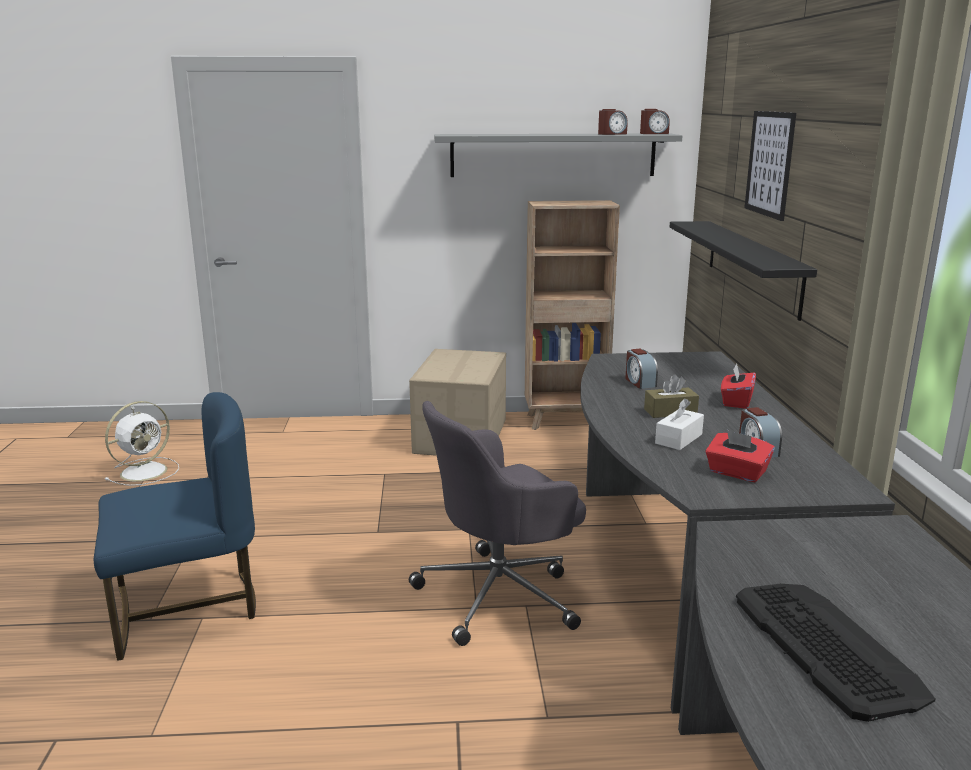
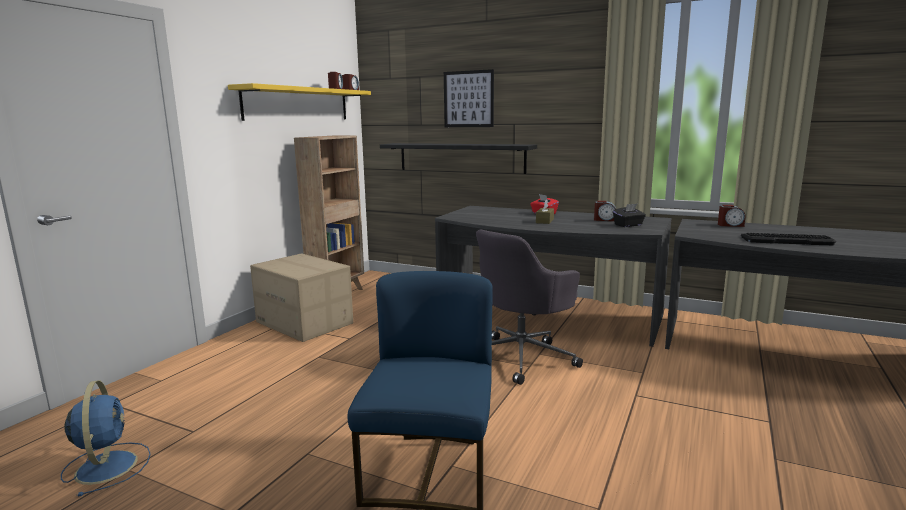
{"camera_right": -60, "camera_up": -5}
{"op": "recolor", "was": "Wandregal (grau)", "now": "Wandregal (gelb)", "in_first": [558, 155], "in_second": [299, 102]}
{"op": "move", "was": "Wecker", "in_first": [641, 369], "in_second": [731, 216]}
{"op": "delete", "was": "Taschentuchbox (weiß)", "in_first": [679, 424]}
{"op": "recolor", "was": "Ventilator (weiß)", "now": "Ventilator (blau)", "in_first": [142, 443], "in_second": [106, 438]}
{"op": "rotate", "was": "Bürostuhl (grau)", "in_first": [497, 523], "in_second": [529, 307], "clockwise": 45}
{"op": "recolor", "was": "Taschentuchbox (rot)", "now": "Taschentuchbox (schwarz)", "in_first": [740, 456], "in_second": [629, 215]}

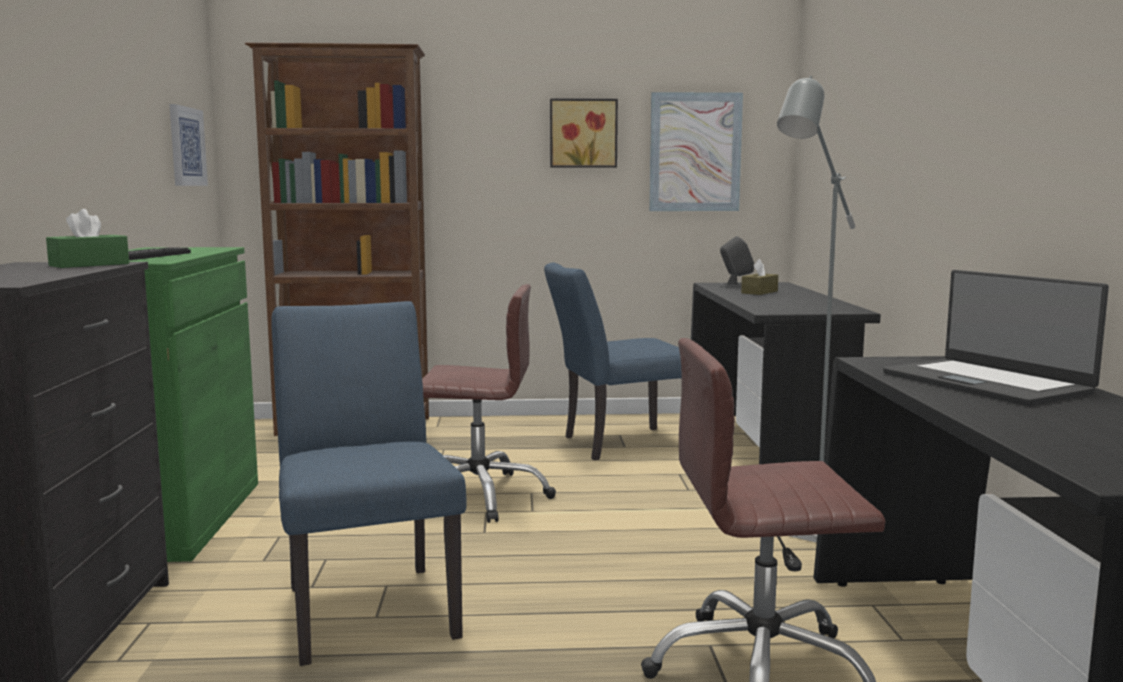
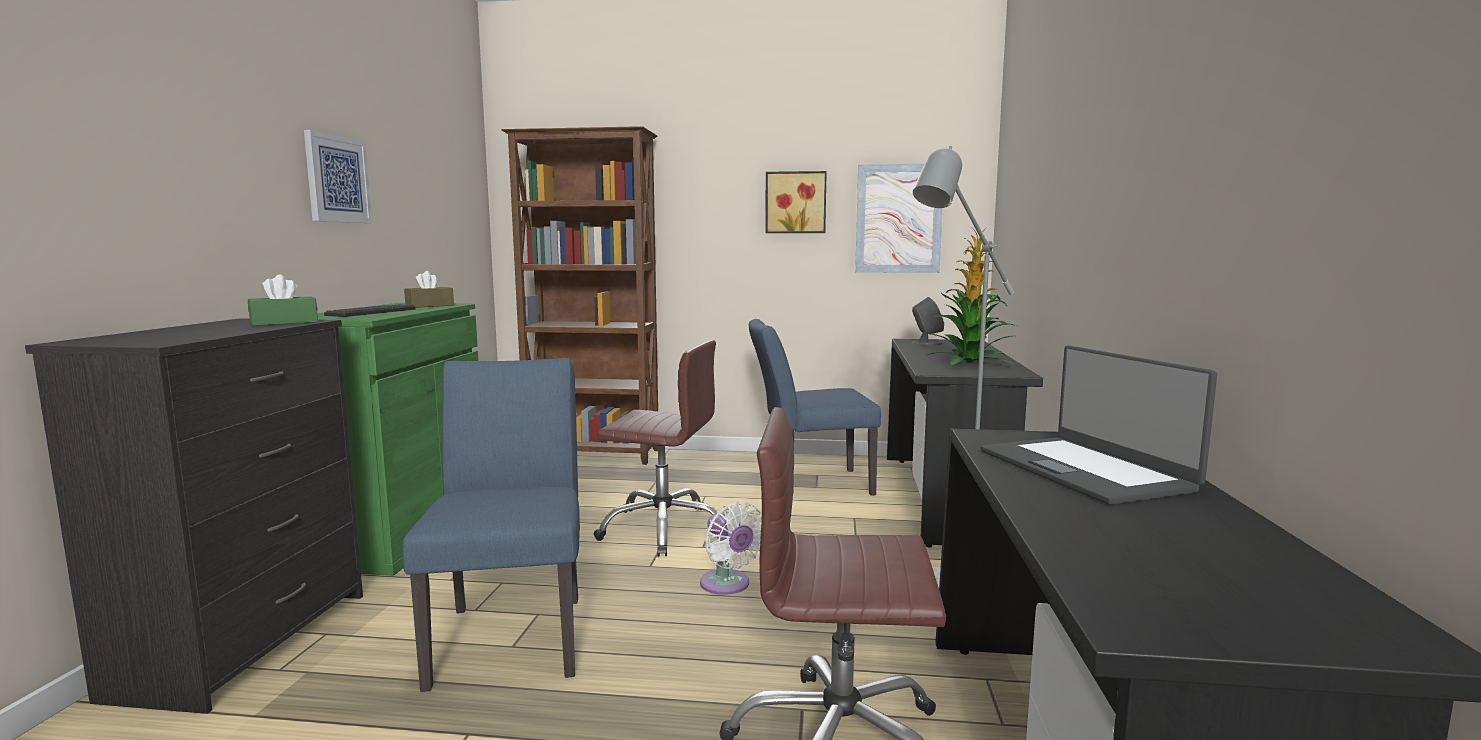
{"camera_right": 10, "camera_up": 0}
{"op": "move", "was": "Bild", "in_first": [188, 145], "in_second": [338, 176]}
{"op": "move", "was": "Taschentuchbox (braun)", "in_first": [759, 277], "in_second": [429, 289]}
{"op": "insert", "now": "Topfpflanze", "in_second": [973, 296]}
{"op": "insert", "now": "Ventilator (weiß)", "in_second": [731, 548]}

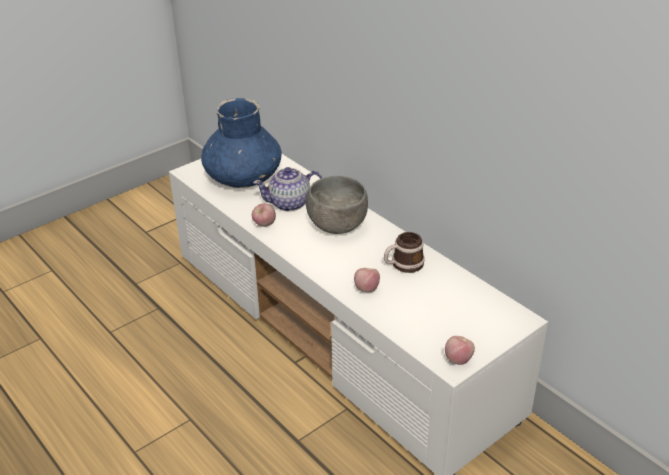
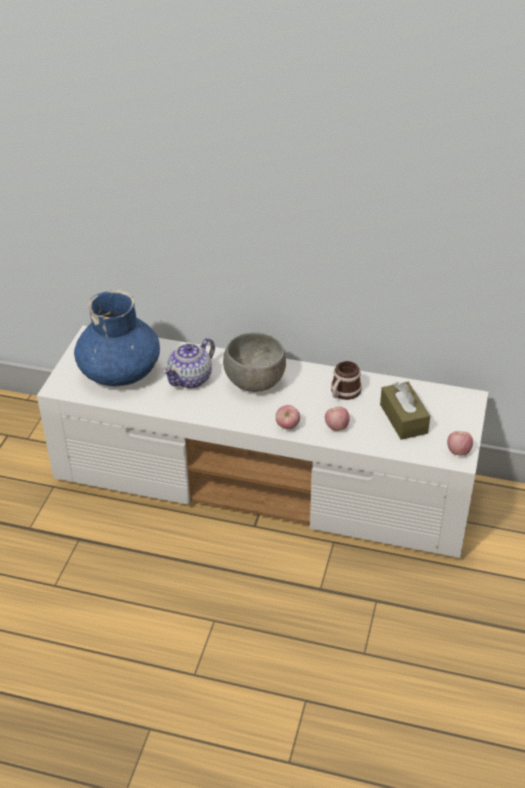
{"camera_right": -35, "camera_up": 5}
{"op": "move", "was": "Apfel", "in_first": [264, 215], "in_second": [288, 417]}
{"op": "insert", "now": "Taschentuchbox (braun)", "in_second": [405, 411]}

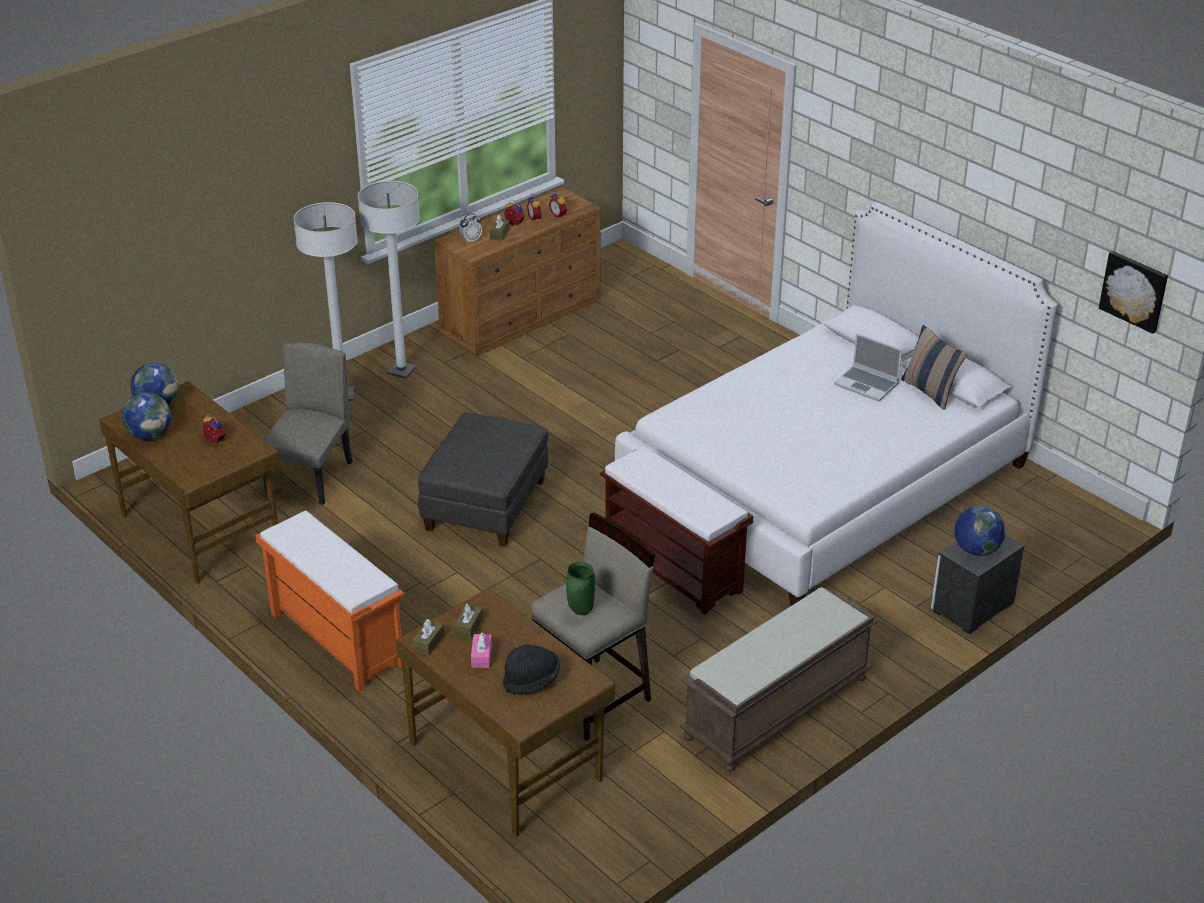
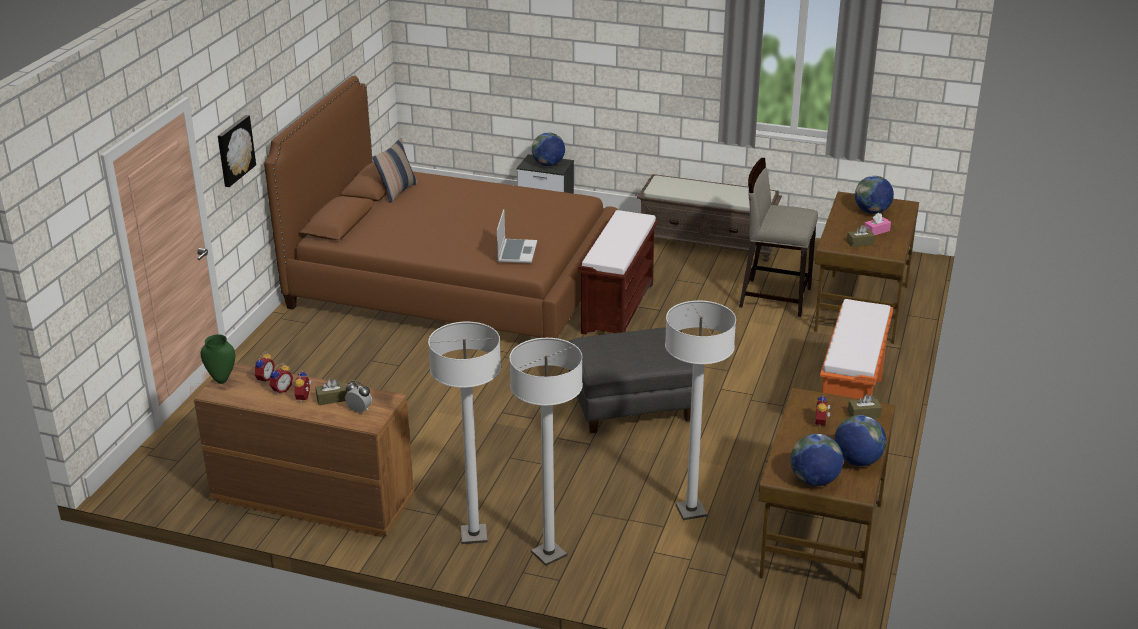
{"camera_right": -120, "camera_up": -5}
{"op": "recolor", "was": "Bett (weiß)", "now": "Bett (braun)", "in_first": [836, 404], "in_second": [441, 207]}
{"op": "move", "was": "Bild", "in_first": [1133, 292], "in_second": [237, 151]}
{"op": "move", "was": "Laptop", "in_first": [868, 367], "in_second": [517, 236]}
{"op": "replace", "was": "Stuhl (beige)", "now": "Stehlampe (weiß)", "in_first": [308, 423], "in_second": [700, 410]}
{"op": "move", "was": "Vase (grün)", "in_first": [580, 588], "in_second": [218, 359]}
{"op": "move", "was": "Taschentuchbox (braun)", "in_first": [428, 637], "in_second": [865, 406]}
{"op": "replace", "was": "Hut (schwarz)", "now": "Globus", "in_first": [531, 670], "in_second": [874, 195]}

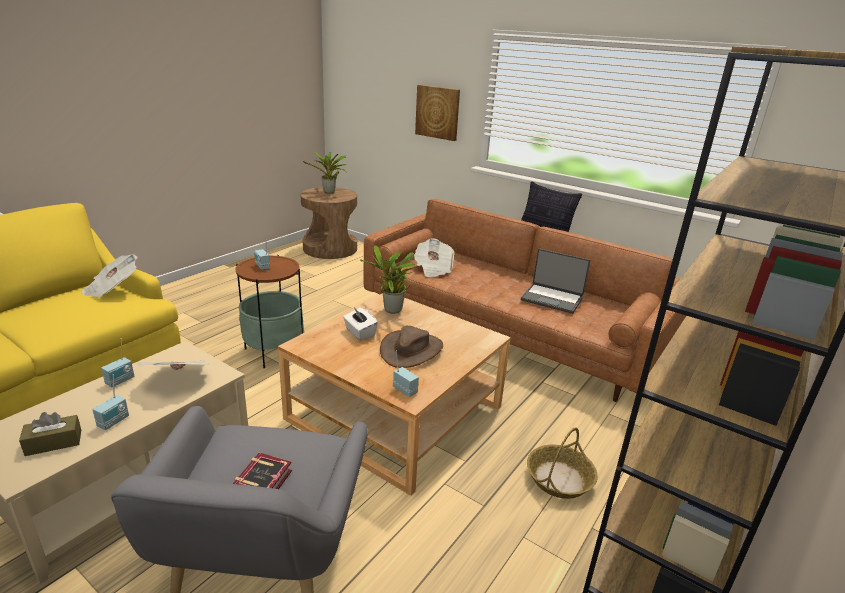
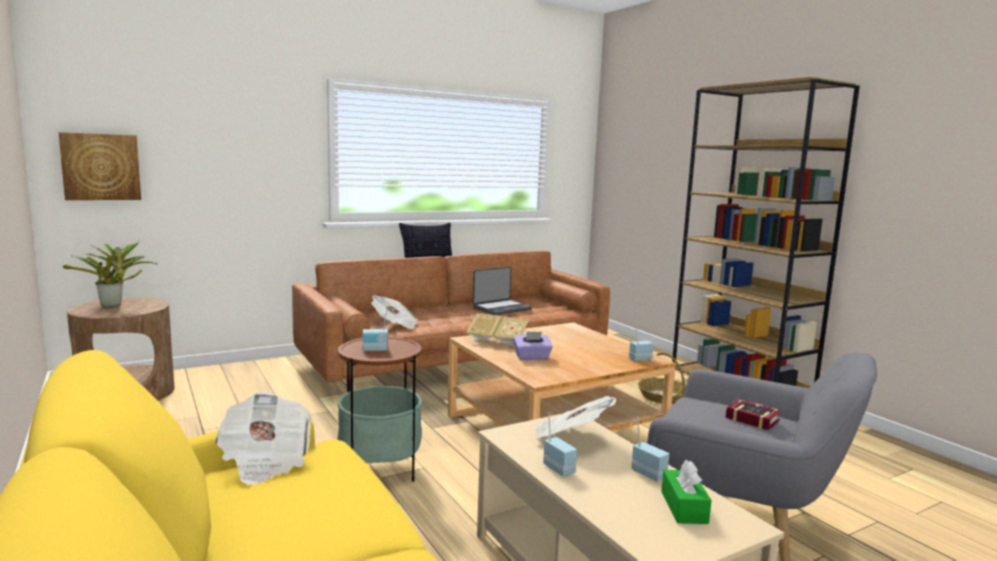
{"camera_right": -65, "camera_up": -15}
{"op": "move", "was": "Bild", "in_first": [437, 113], "in_second": [99, 166]}
{"op": "replace", "was": "Topfpflanze", "now": "Buch", "in_first": [391, 280], "in_second": [497, 330]}
{"op": "recolor", "was": "Taschentuchbox (weiß)", "now": "Taschentuchbox (lila)", "in_first": [360, 324], "in_second": [533, 345]}
{"op": "delete", "was": "Hut (braun)", "in_first": [411, 347]}
{"op": "recolor", "was": "Taschentuchbox (braun)", "now": "Taschentuchbox (grün)", "in_first": [50, 434], "in_second": [686, 492]}

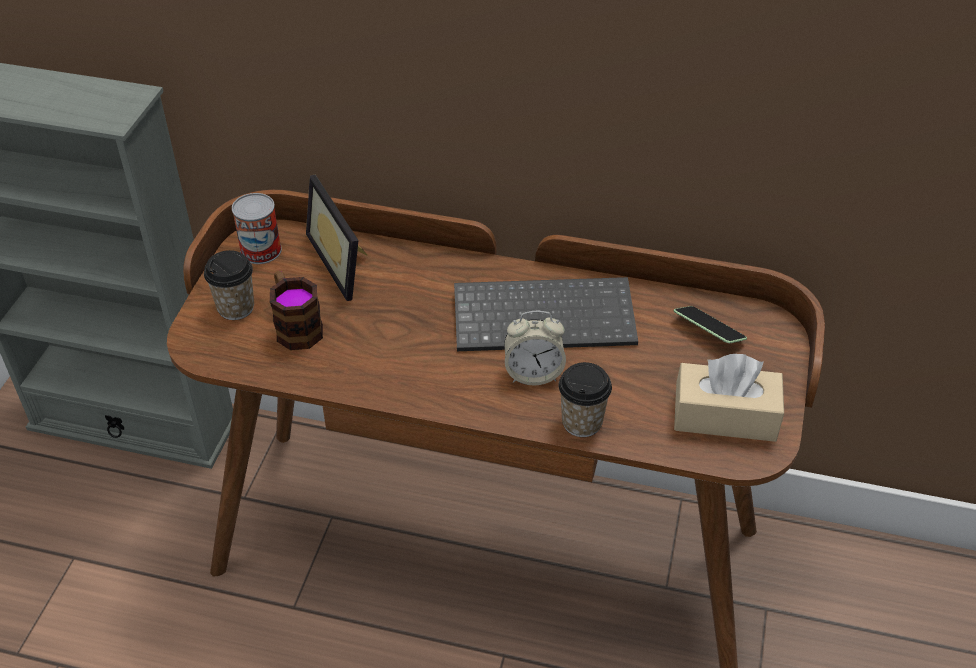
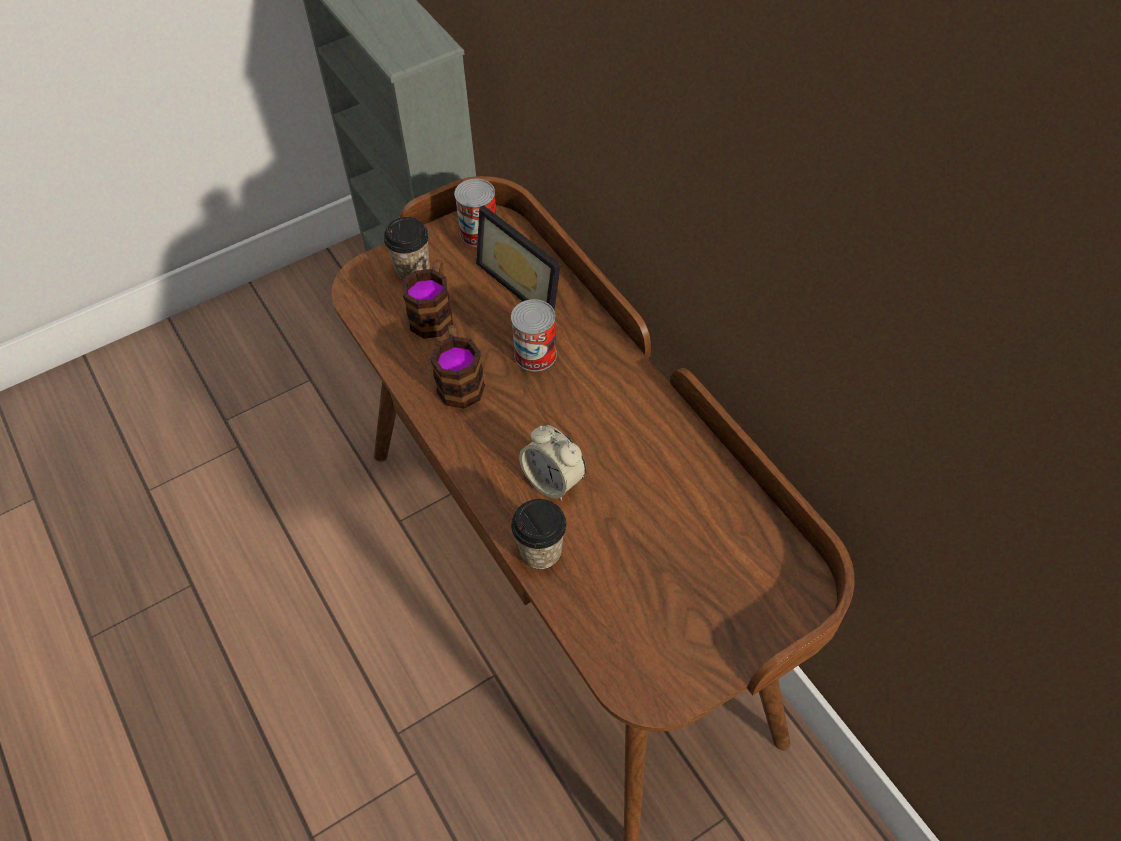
{"camera_right": 45, "camera_up": 10}
{"op": "rotate", "was": "Bilderrahmen", "in_first": [336, 238], "in_second": [518, 257], "clockwise": -60}
{"op": "delete", "was": "Tastatur", "in_first": [546, 314]}
{"op": "delete", "was": "Handy", "in_first": [710, 324]}
{"op": "delete", "was": "Taschentuchbox (beige)", "in_first": [729, 398]}
{"op": "insert", "now": "Dose", "in_second": [534, 335]}
{"op": "insert", "now": "Henkelbecher", "in_second": [457, 367]}

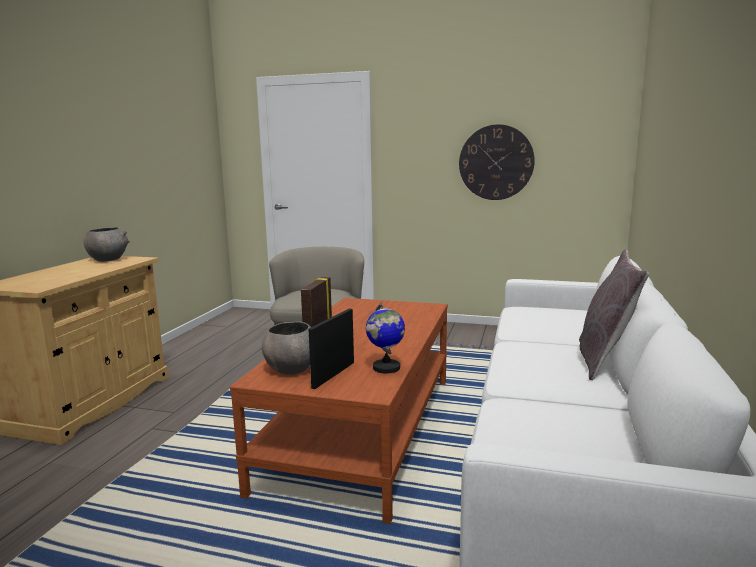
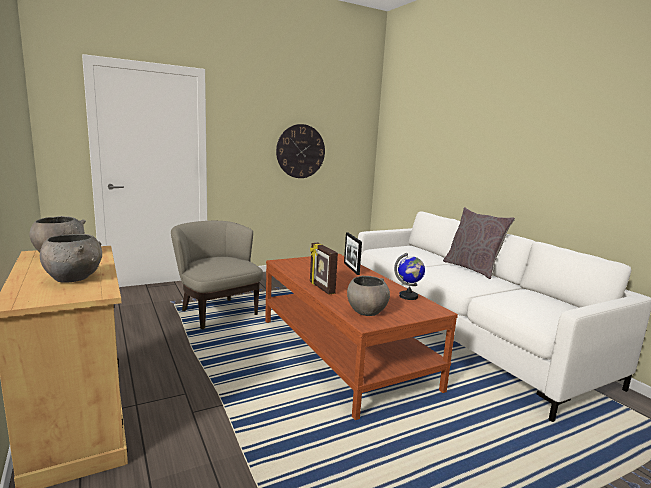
{"camera_right": -45, "camera_up": 0}
{"op": "move", "was": "Bilderrahmen", "in_first": [331, 349], "in_second": [353, 253]}
{"op": "insert", "now": "Schüssel (grau)", "in_second": [71, 258]}

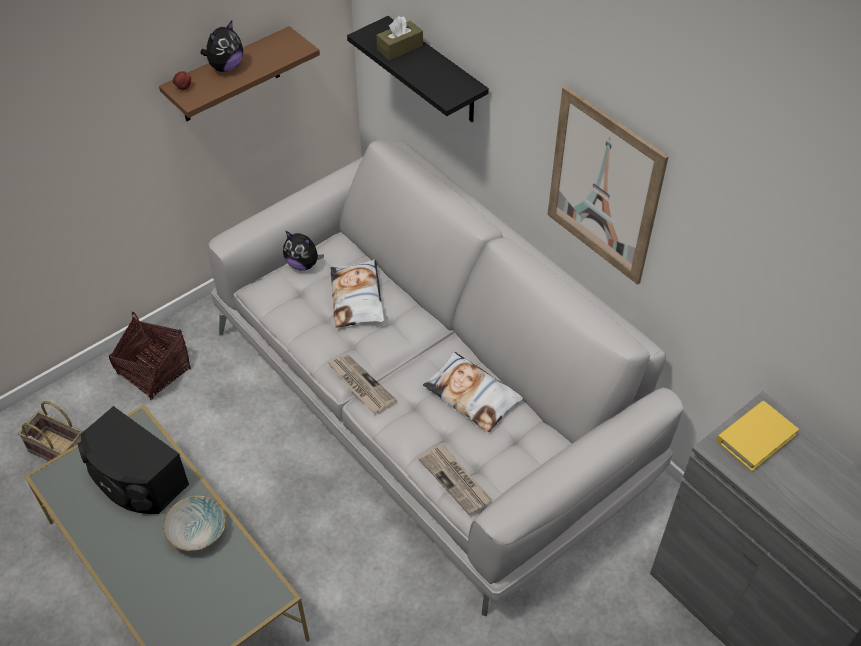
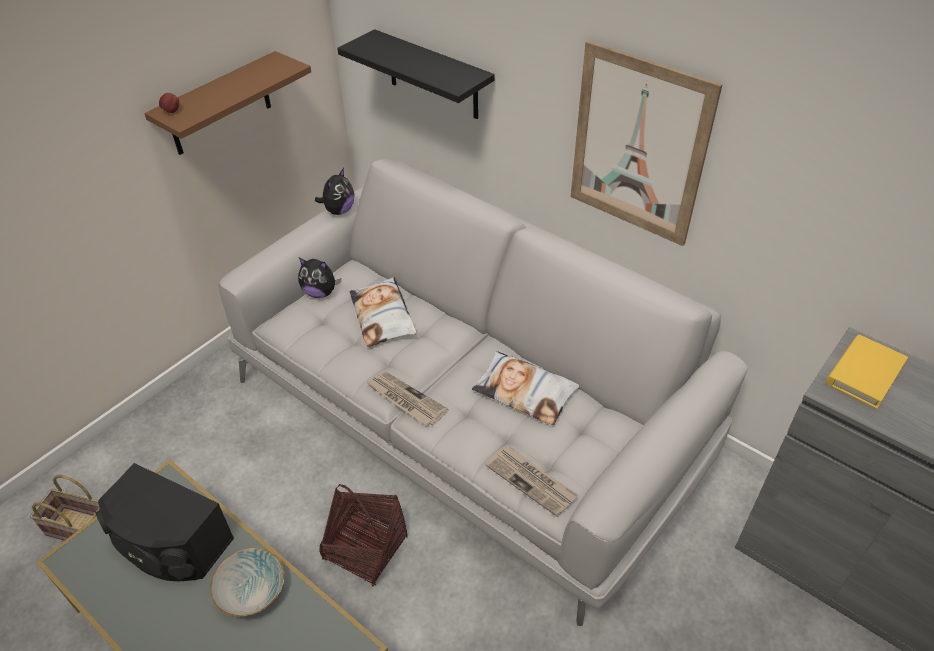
{"camera_right": -10, "camera_up": -5}
{"op": "delete", "was": "Taschentuchbox (braun)", "in_first": [399, 38]}
{"op": "move", "was": "Plüschtier", "in_first": [221, 46], "in_second": [334, 191]}
{"op": "move", "was": "Korb", "in_first": [150, 356], "in_second": [363, 535]}

